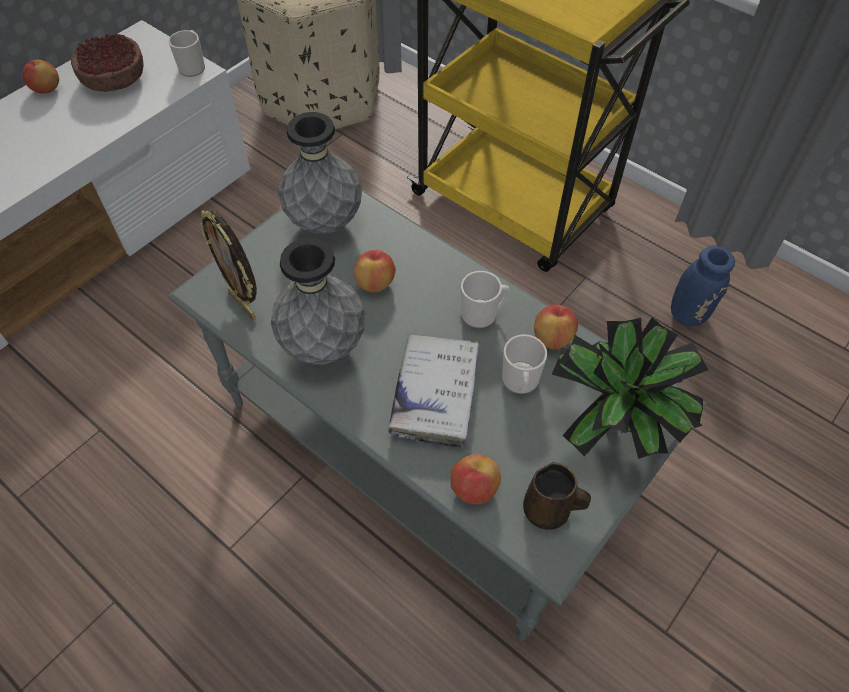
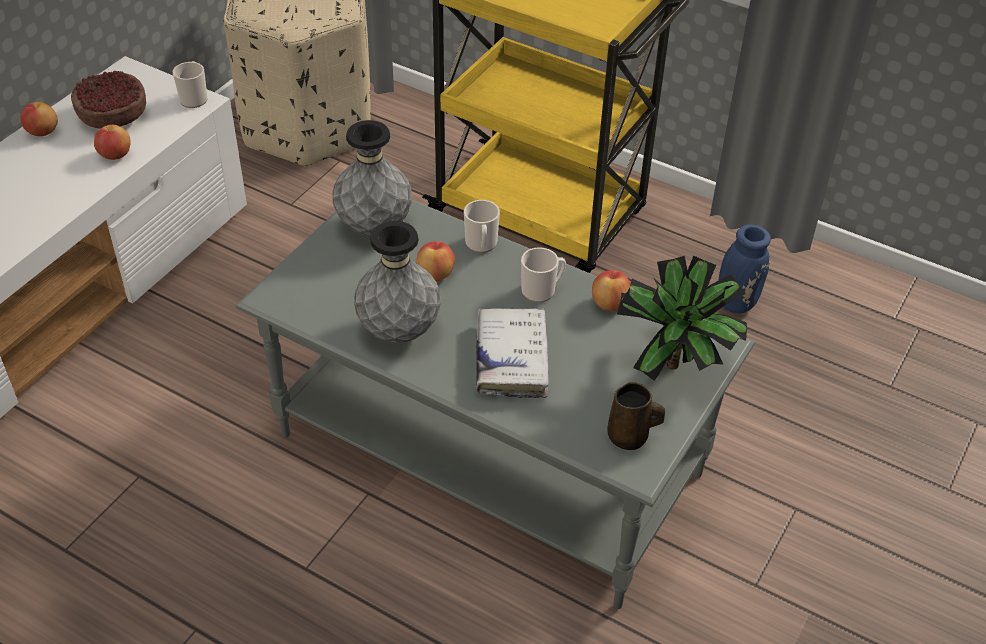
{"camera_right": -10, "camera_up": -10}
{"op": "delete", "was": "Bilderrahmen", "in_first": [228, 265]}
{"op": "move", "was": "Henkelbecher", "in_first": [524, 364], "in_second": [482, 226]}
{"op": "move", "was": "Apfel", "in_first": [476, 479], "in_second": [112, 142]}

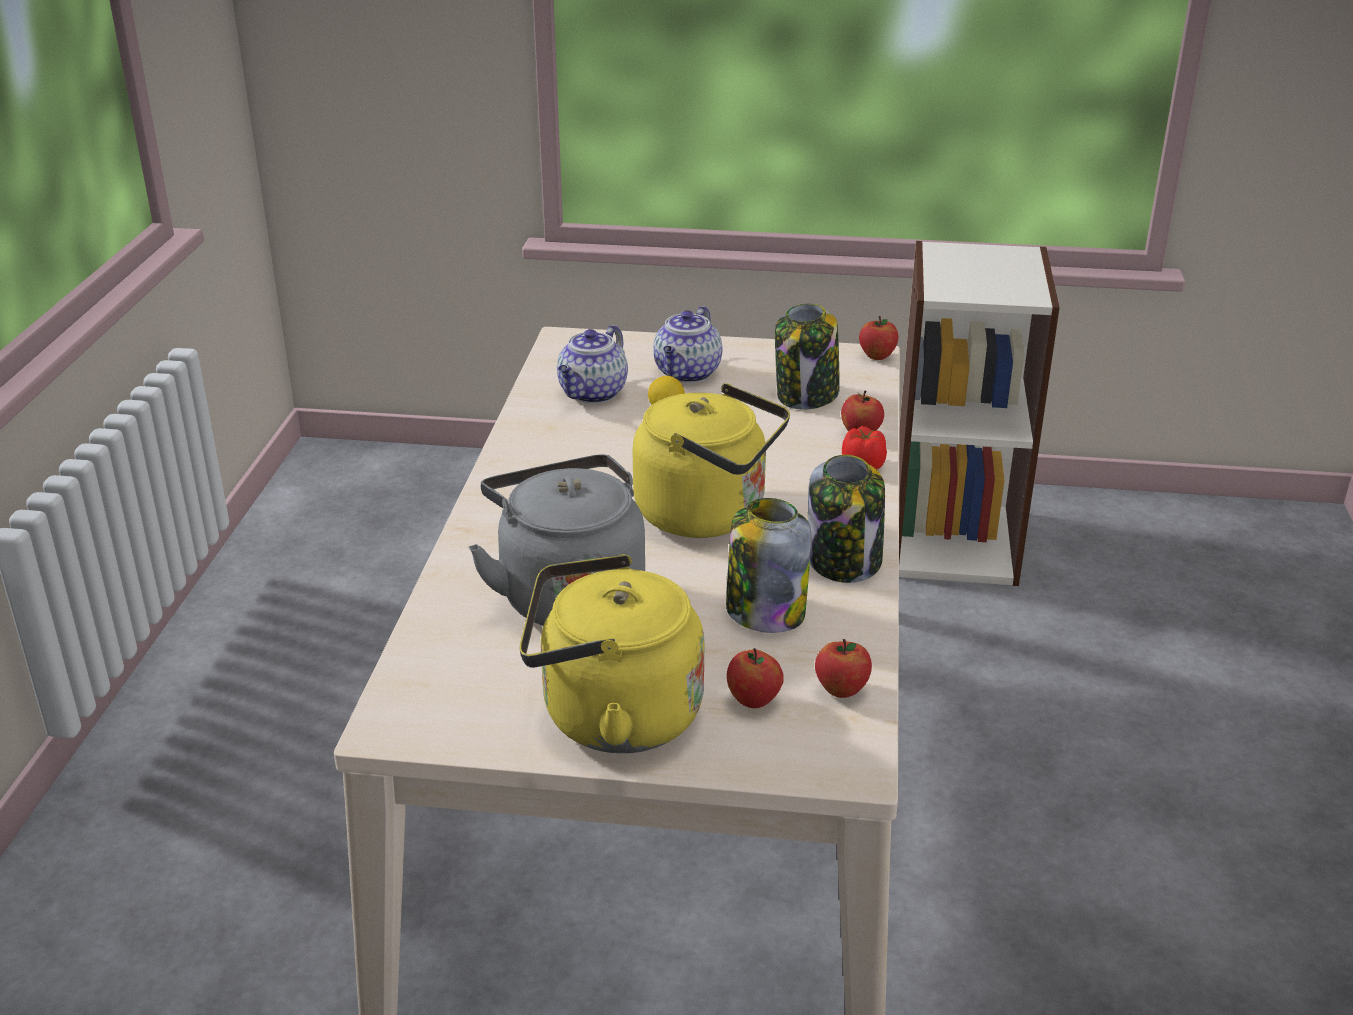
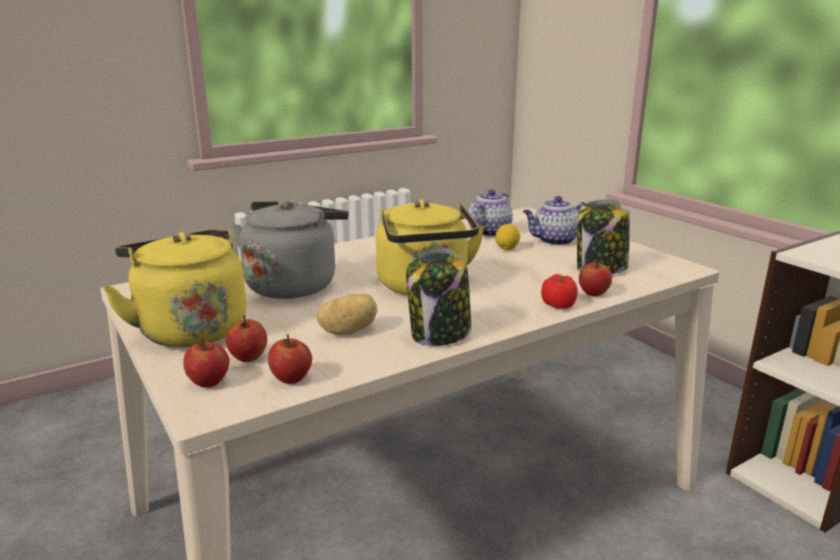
{"camera_right": 50, "camera_up": -10}
{"op": "move", "was": "Apfel", "in_first": [878, 338], "in_second": [206, 363]}
{"op": "rotate", "was": "Teekanne", "in_first": [592, 364], "in_second": [490, 213], "clockwise": 135}
{"op": "replace", "was": "Vorratsglas", "now": "Kartoffel", "in_first": [768, 565], "in_second": [347, 314]}

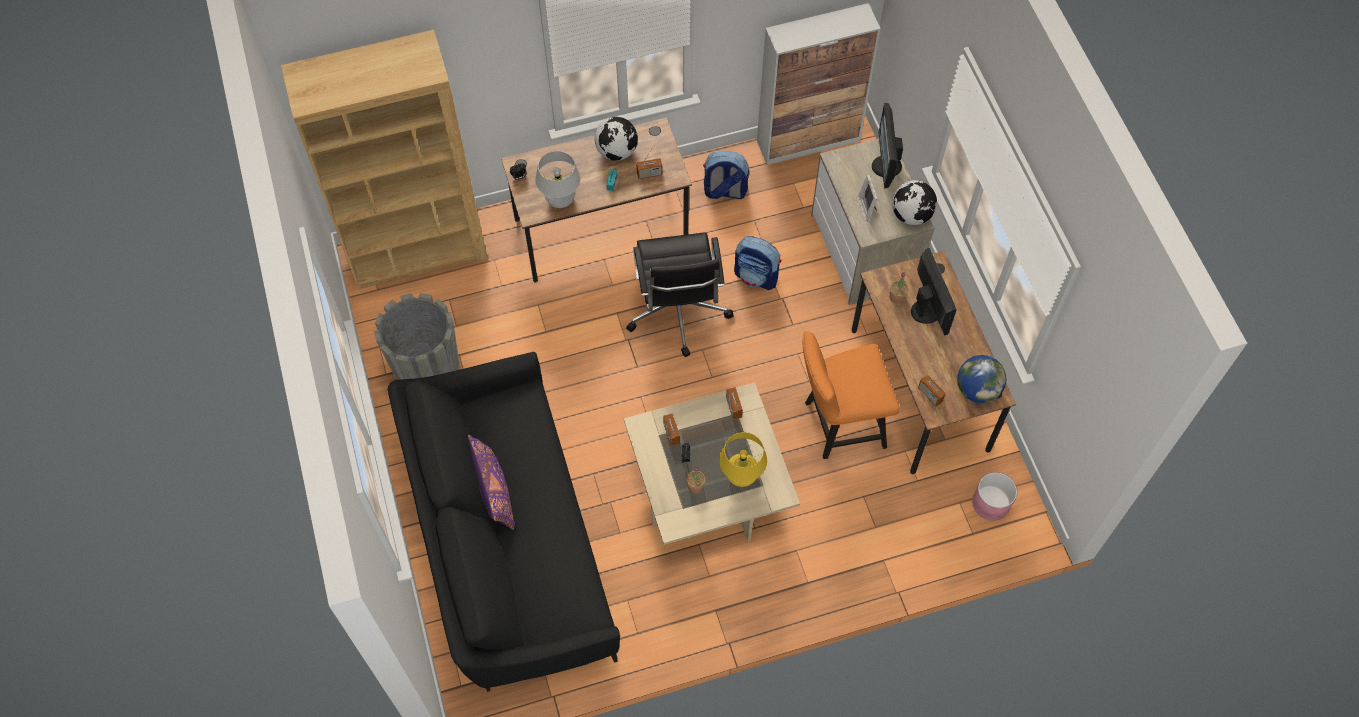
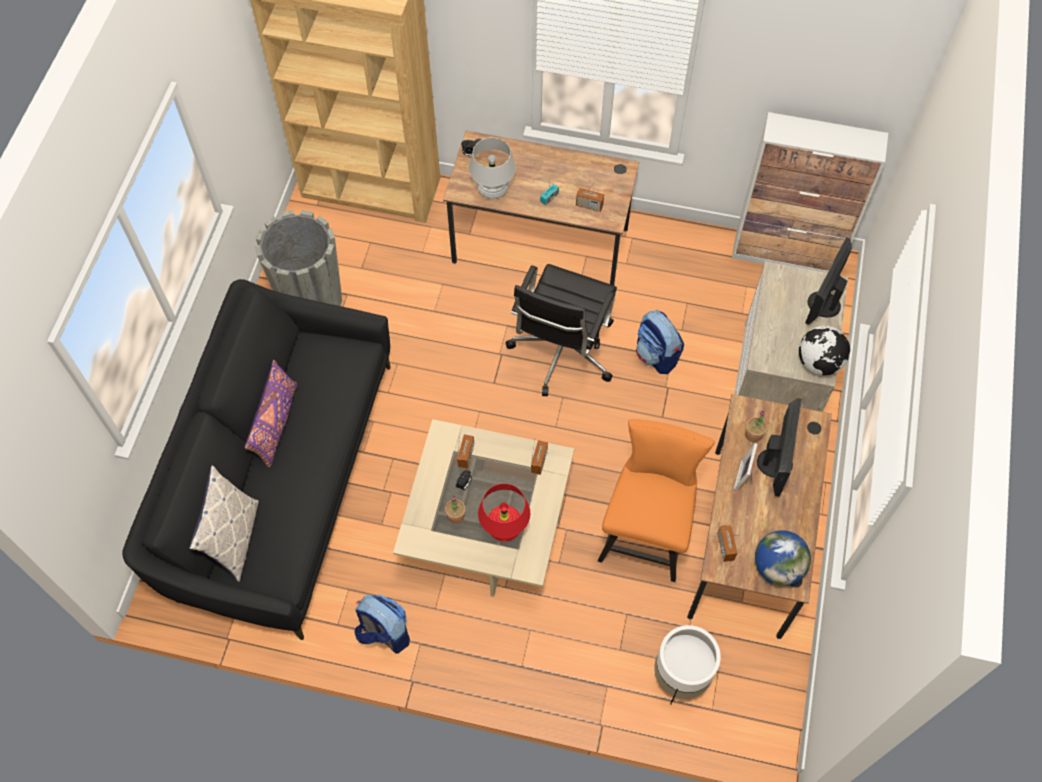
{"camera_right": 30, "camera_up": 0}
{"op": "delete", "was": "Globus", "in_first": [616, 139]}
{"op": "move", "was": "Rucksack", "in_first": [726, 175], "in_second": [382, 623]}
{"op": "move", "was": "Bilderrahmen", "in_first": [868, 198], "in_second": [745, 467]}
{"op": "rotate", "was": "Stuhl (orange)", "in_first": [851, 395], "in_second": [656, 500], "clockwise": 90}
{"op": "recolor", "was": "Tischlampe (gelb)", "now": "Tischlampe (rot)", "in_first": [743, 459], "in_second": [504, 512]}
{"op": "delete", "was": "Pflanzkübel (rosa)", "in_first": [994, 496]}
{"op": "insert", "now": "Kissen", "in_second": [224, 523]}
{"op": "insert", "now": "Pflanzkübel (weiß)", "in_second": [687, 665]}

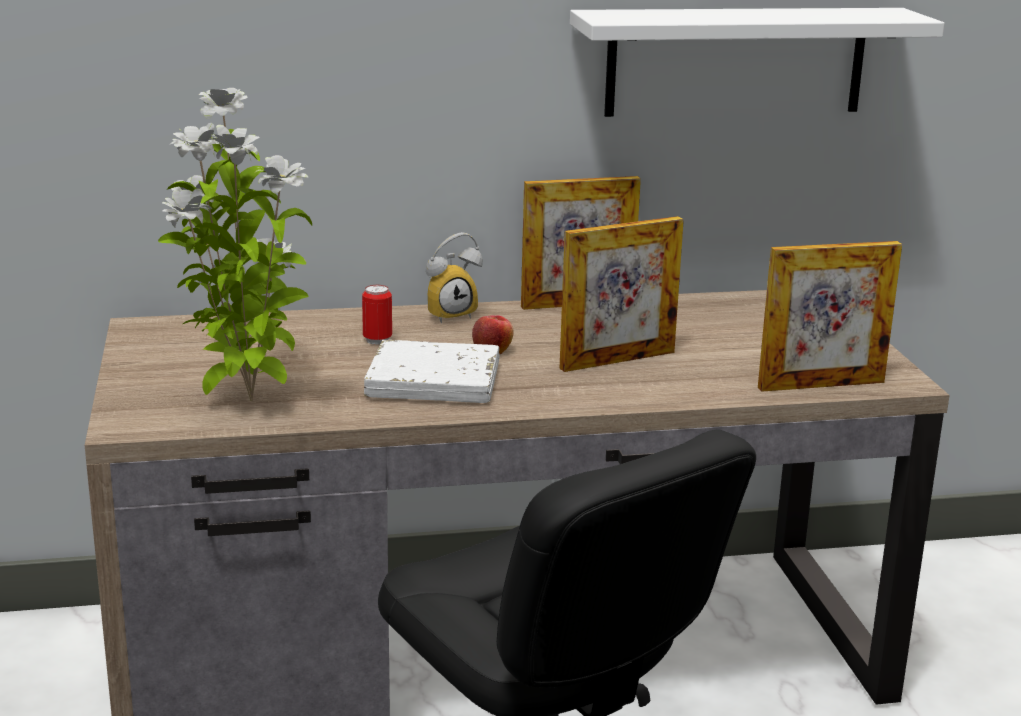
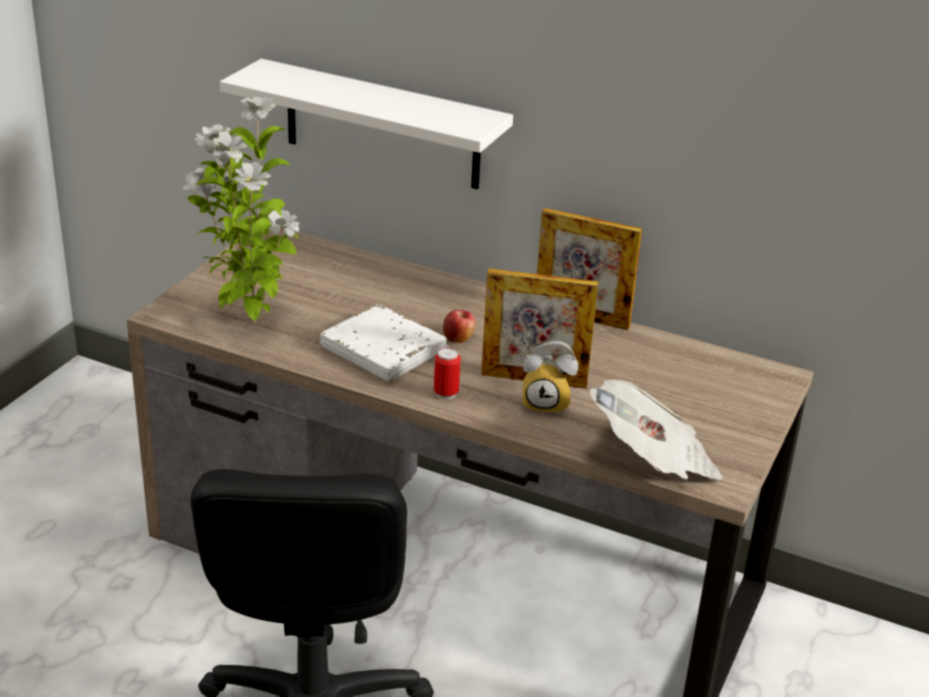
{"camera_right": 35, "camera_up": 10}
{"op": "move", "was": "Wandregal (weiß)", "in_first": [757, 62], "in_second": [366, 124]}
{"op": "move", "was": "Wecker", "in_first": [454, 277], "in_second": [550, 378]}
{"op": "replace", "was": "Bilderrahmen", "now": "Zeitung", "in_first": [830, 316], "in_second": [656, 430]}
{"op": "move", "was": "Dose", "in_first": [377, 315], "in_second": [447, 373]}

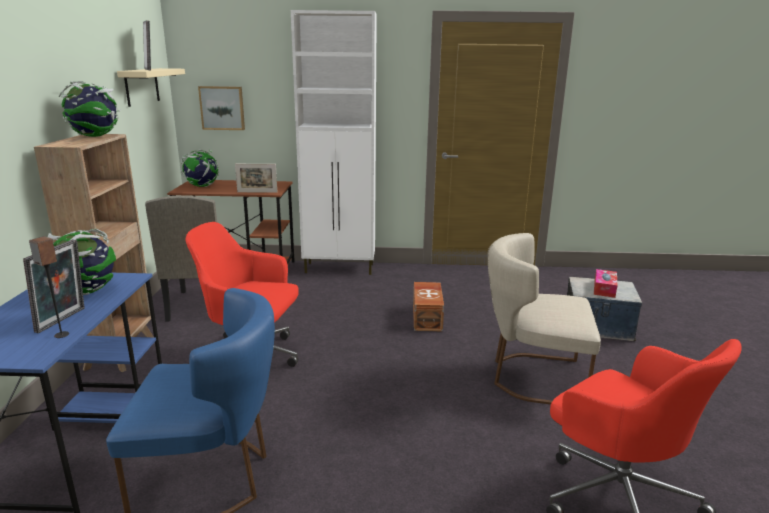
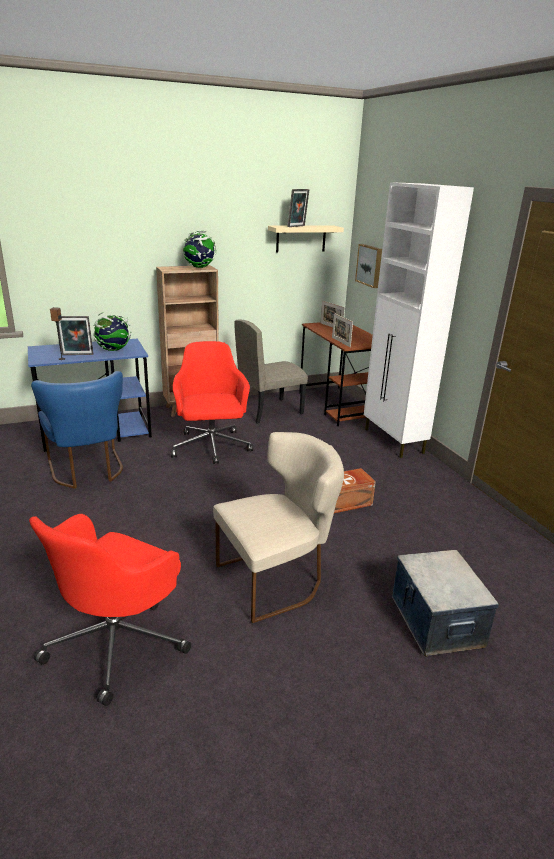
{"camera_right": 65, "camera_up": 5}
{"op": "replace", "was": "Globus", "now": "Bilderrahmen", "in_first": [199, 168], "in_second": [333, 314]}
{"op": "rotate", "was": "Stuhl (beige)", "in_first": [544, 319], "in_second": [278, 527], "clockwise": 75}
{"op": "delete", "was": "Taschentuchbox", "in_first": [606, 283]}

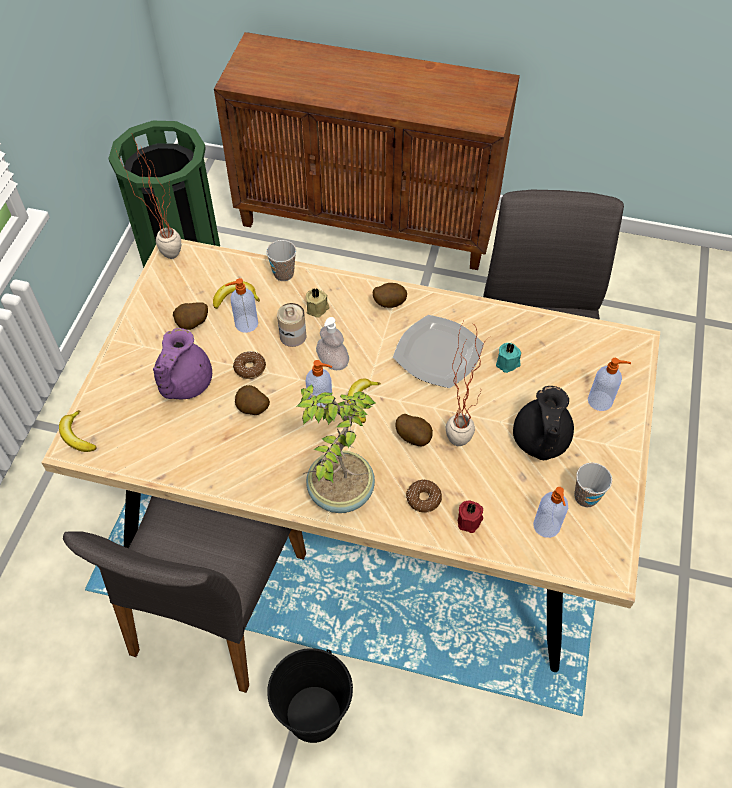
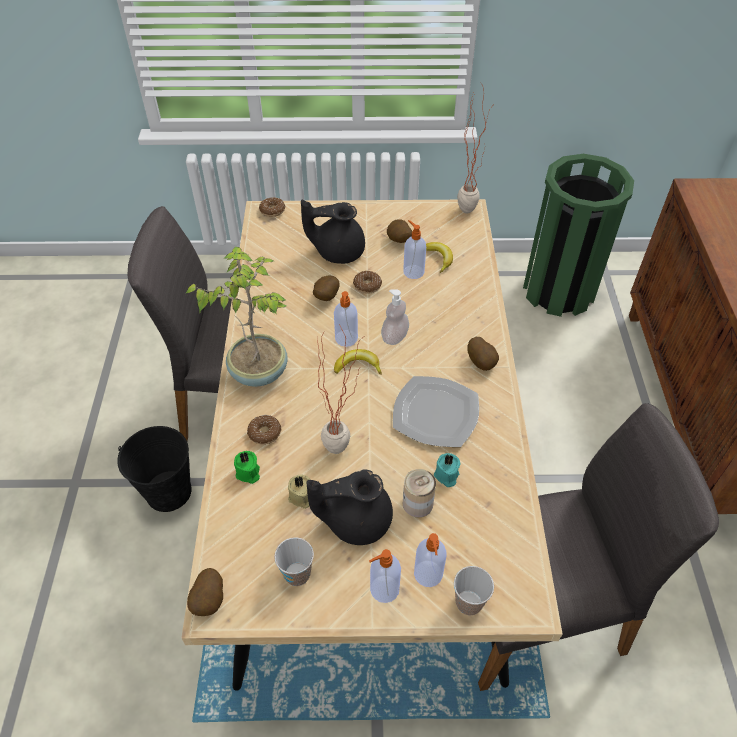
{"camera_right": 75, "camera_up": -5}
{"op": "move", "was": "Tasse", "in_first": [281, 260], "in_second": [474, 590]}
{"op": "move", "was": "Kerze (beige)", "in_first": [317, 303], "in_second": [299, 492]}
{"op": "move", "was": "Dose", "in_first": [292, 325], "in_second": [419, 493]}
{"op": "recolor", "was": "Teekanne (lila)", "now": "Teekanne (schwarz)", "in_first": [182, 364], "in_second": [333, 232]}
{"op": "replace", "was": "Banane", "now": "Donut", "in_first": [78, 431], "in_second": [272, 207]}
{"op": "move", "was": "Kartoffel", "in_first": [414, 430], "in_second": [205, 592]}
{"op": "move", "was": "Seifenspender", "in_first": [550, 512], "in_second": [385, 576]}
{"op": "recolor", "was": "Kerze (rot)", "now": "Kerze (grün)", "in_first": [470, 516], "in_second": [247, 467]}

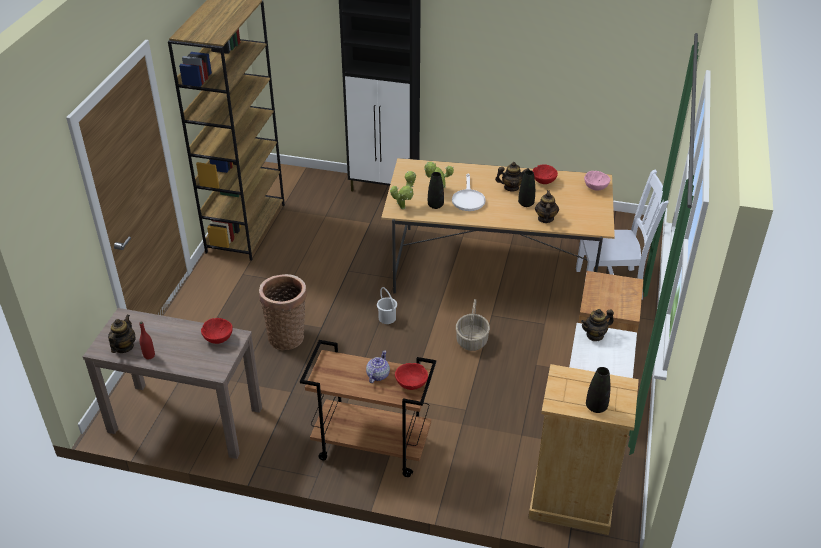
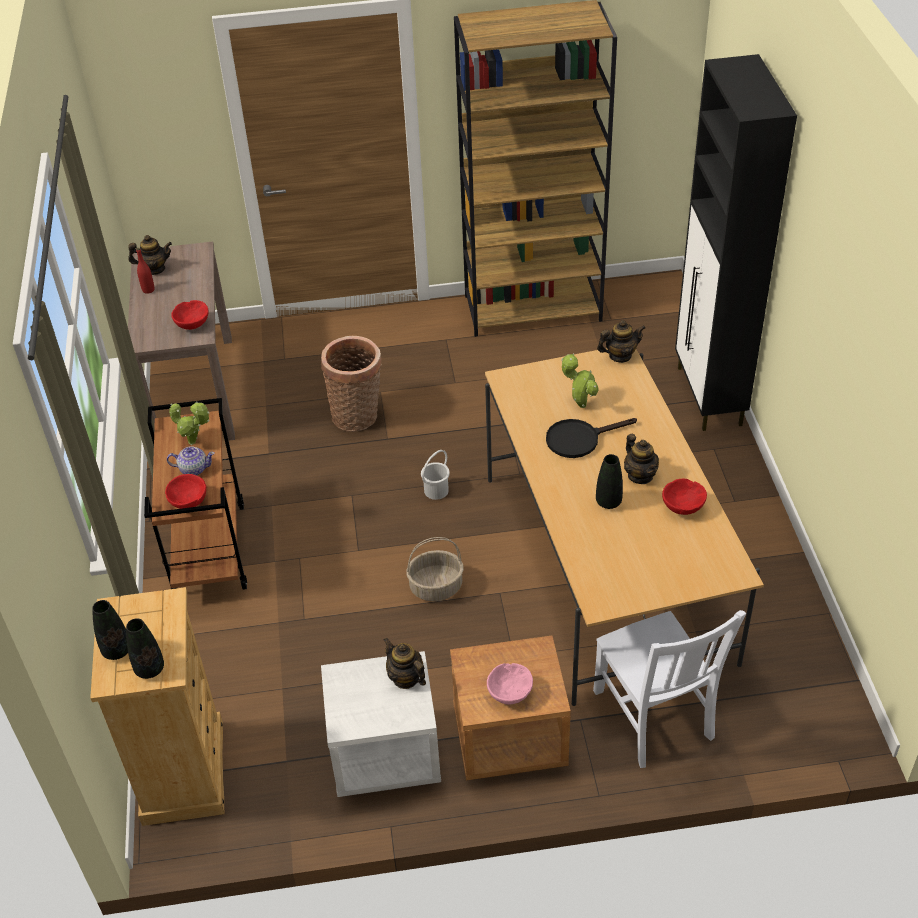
{"camera_right": 70, "camera_up": 5}
{"op": "move", "was": "Topfpflanze", "in_first": [403, 190], "in_second": [189, 423]}
{"op": "move", "was": "Schüssel (rosa)", "in_first": [597, 181], "in_second": [510, 684]}
{"op": "move", "was": "Vase (schwarz)", "in_first": [436, 190], "in_second": [145, 648]}
{"op": "recolor", "was": "Pfanne (weiß)", "now": "Pfanne (schwarz)", "in_first": [469, 192], "in_second": [591, 438]}
{"op": "move", "was": "Teekanne", "in_first": [547, 206], "in_second": [621, 341]}

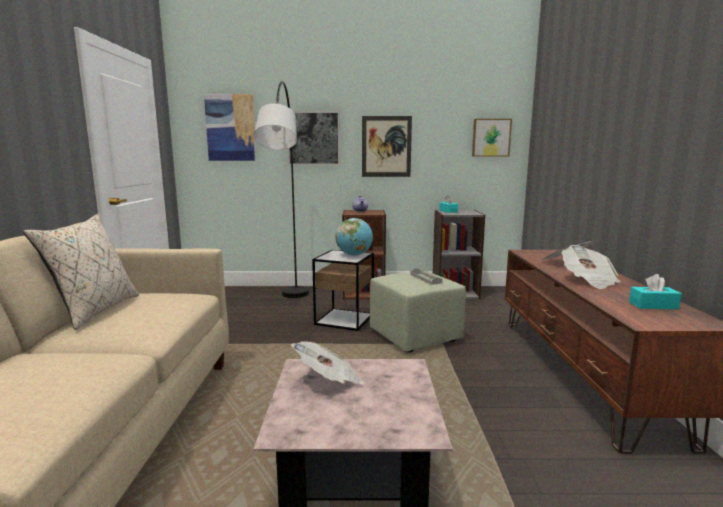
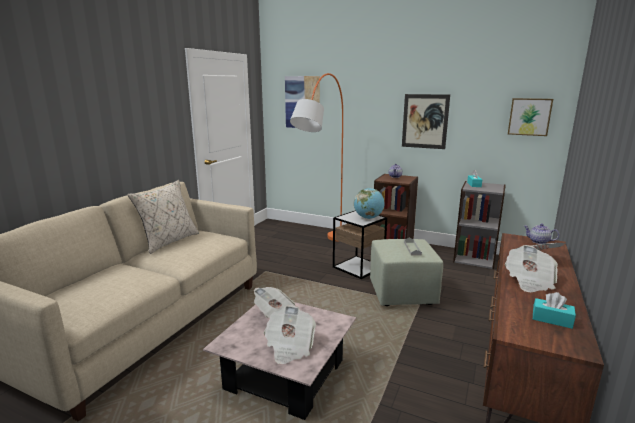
{"camera_right": 25, "camera_up": 5}
{"op": "recolor", "was": "Stehlampe (grau)", "now": "Stehlampe (orange)", "in_first": [281, 189], "in_second": [316, 157]}
{"op": "delete", "was": "Bild", "in_first": [313, 138]}
{"op": "insert", "now": "Teekanne", "in_second": [541, 234]}
{"op": "insert", "now": "Zeitung", "in_second": [290, 334]}

